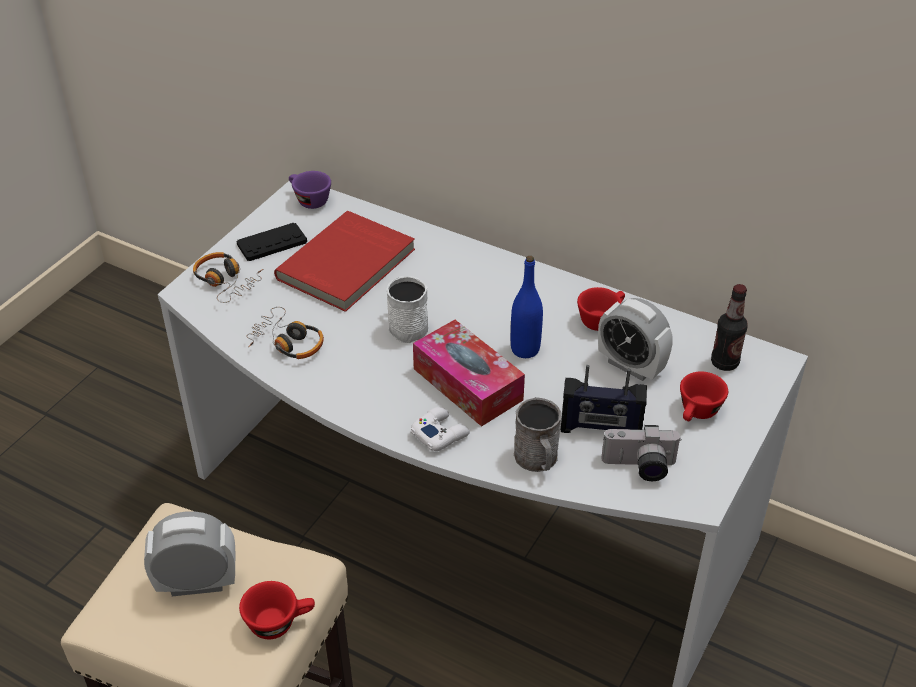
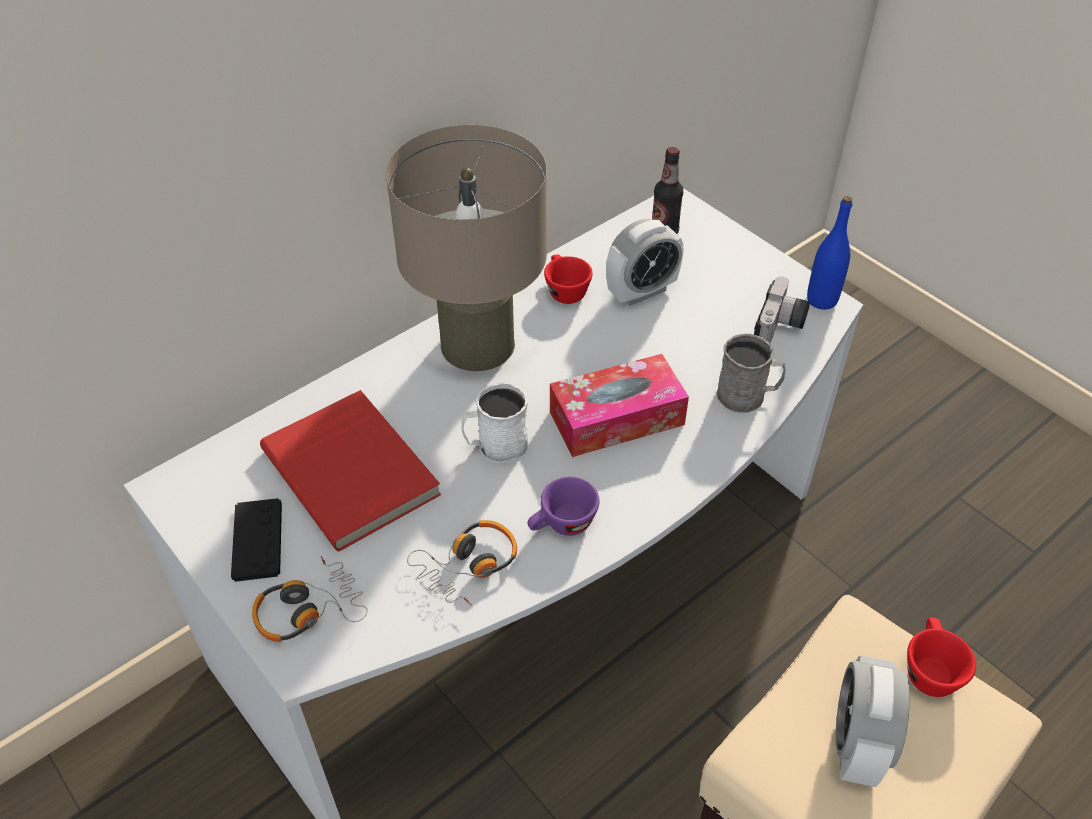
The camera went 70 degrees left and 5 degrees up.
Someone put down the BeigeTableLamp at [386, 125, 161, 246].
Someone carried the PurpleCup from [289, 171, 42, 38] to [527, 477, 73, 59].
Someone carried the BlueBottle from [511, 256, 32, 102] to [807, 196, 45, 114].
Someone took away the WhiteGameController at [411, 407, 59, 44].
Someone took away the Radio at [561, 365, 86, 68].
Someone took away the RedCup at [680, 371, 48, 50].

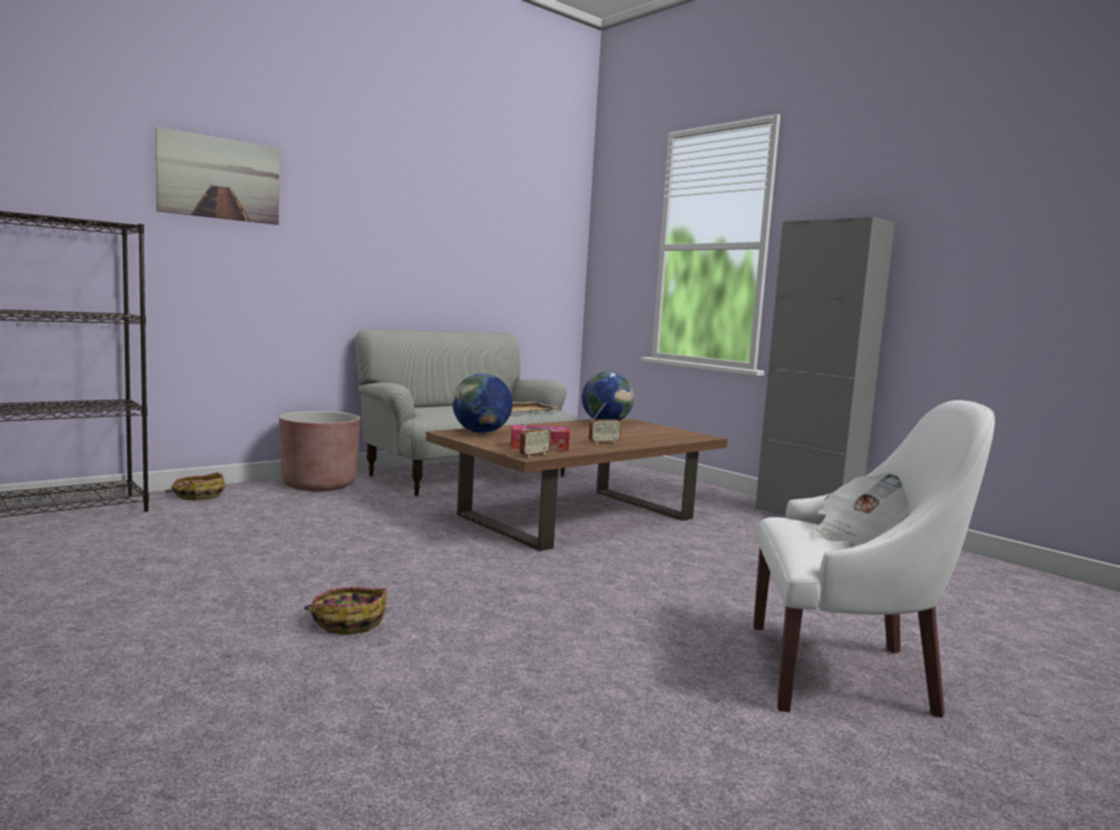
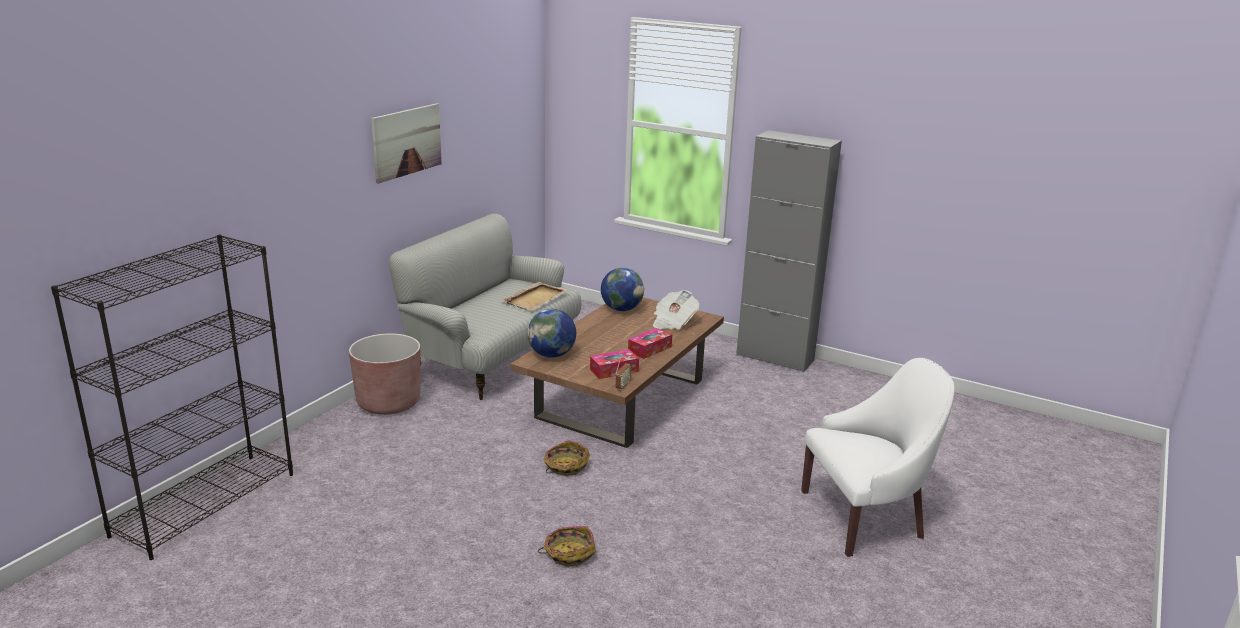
The camera went 20 degrees left and 15 degrees up.
Someone carried the Picture from [155, 127, 124, 98] to [371, 103, 71, 81].
Someone carried the Basket from [165, 472, 60, 28] to [544, 440, 46, 36].
Someone swapped the Radio at [589, 402, 33, 42] for the TissueBox at [628, 328, 44, 31].
Someone carried the Newspaper from [813, 473, 96, 71] to [653, 290, 46, 40].

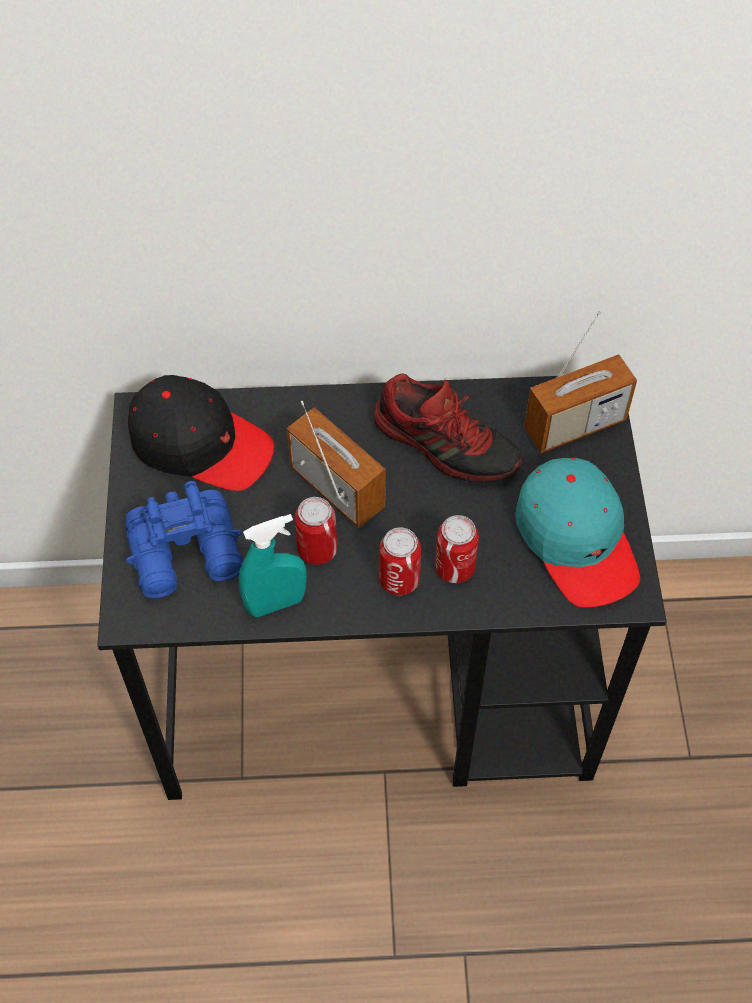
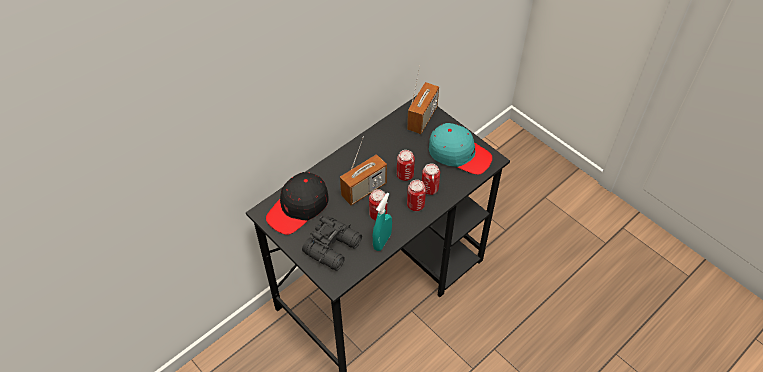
The camera went 40 degrees left and 5 degrees down.
Someone rotated the BlackCap at [128, 375, 146, 116] by 150 degrees clockwise.
Someone repainted the BlueBinoculars at [125, 481, 118, 117], which became the BlackBinoculars at [302, 216, 60, 55].
Someone rotated the Radio at [287, 401, 99, 127] by 135 degrees clockwise.
Someone put down the Can at [397, 150, 18, 31].
Someone took away the Shoe at [373, 373, 150, 109].

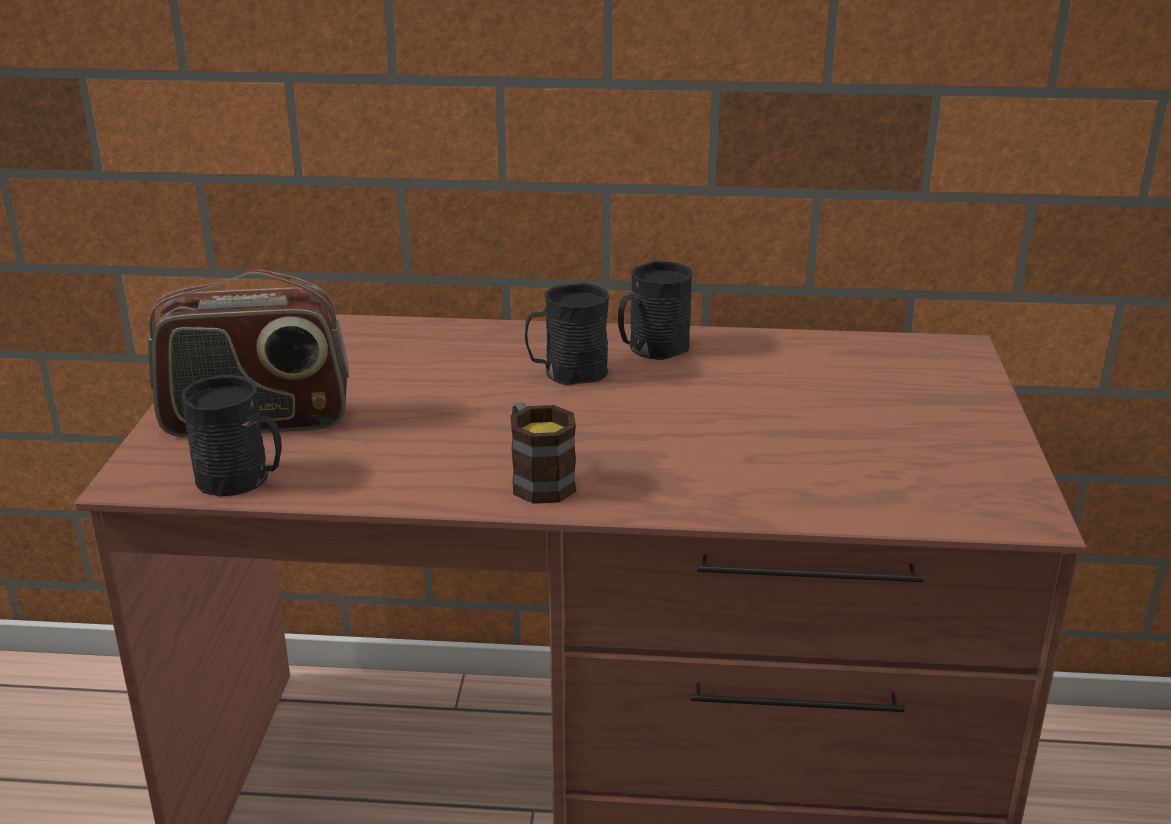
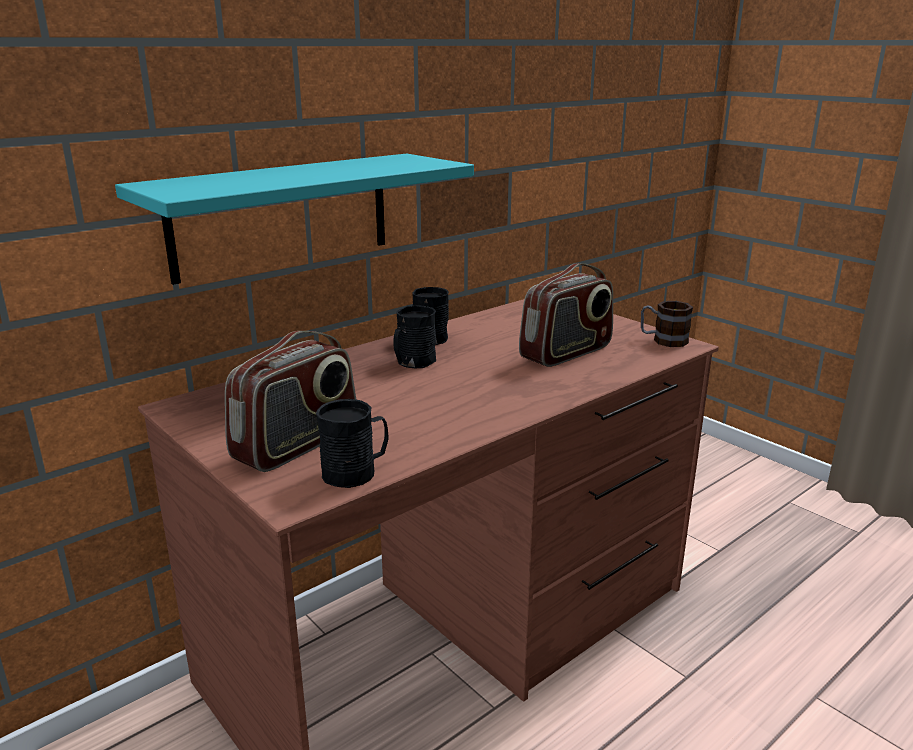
The camera went 45 degrees left and 5 degrees down.
Someone put up the TurquoiseShelf at [115, 153, 359, 132].
Someone put down the Radio at [519, 263, 94, 104].
Someone carried the Mug from [510, 402, 66, 102] to [641, 301, 52, 46].

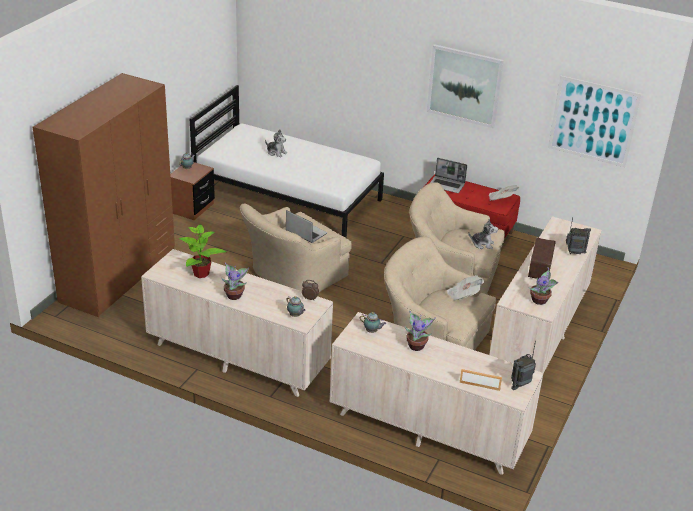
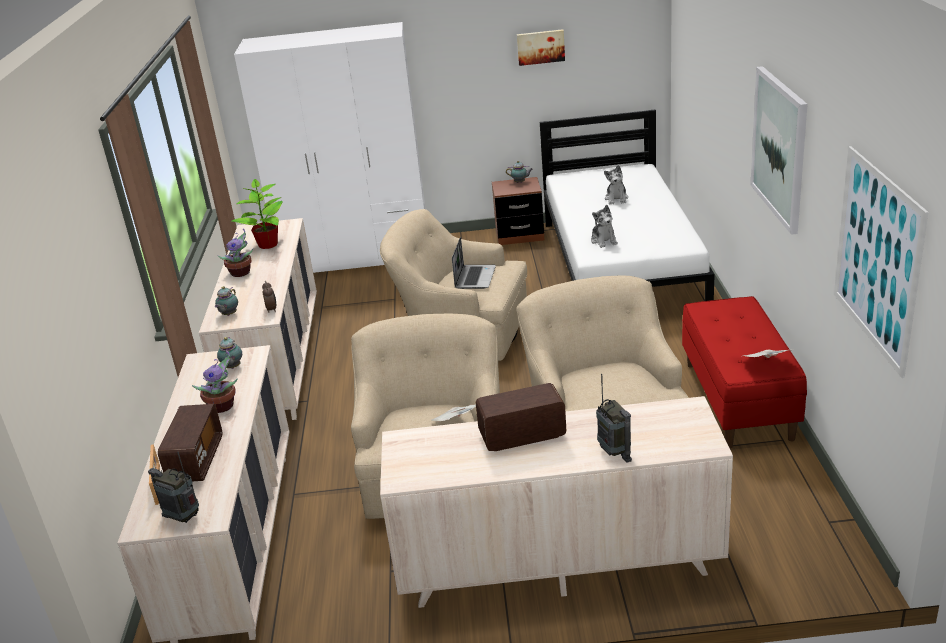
The camera went 65 degrees right and 5 degrees down.
Someone put down the Radio at [158, 404, 64, 77].
Someone repainted the BrownWardrobe at [33, 73, 142, 244], which became the WhiteWardrobe at [234, 22, 192, 251].
Someone put up the Picture at [517, 29, 48, 37].
Someone carried the PlushToy from [468, 219, 30, 30] to [591, 205, 27, 43].
Someone took away the Laptop at [430, 158, 37, 35].
Someone took away the PottedPlant at [529, 267, 29, 38].

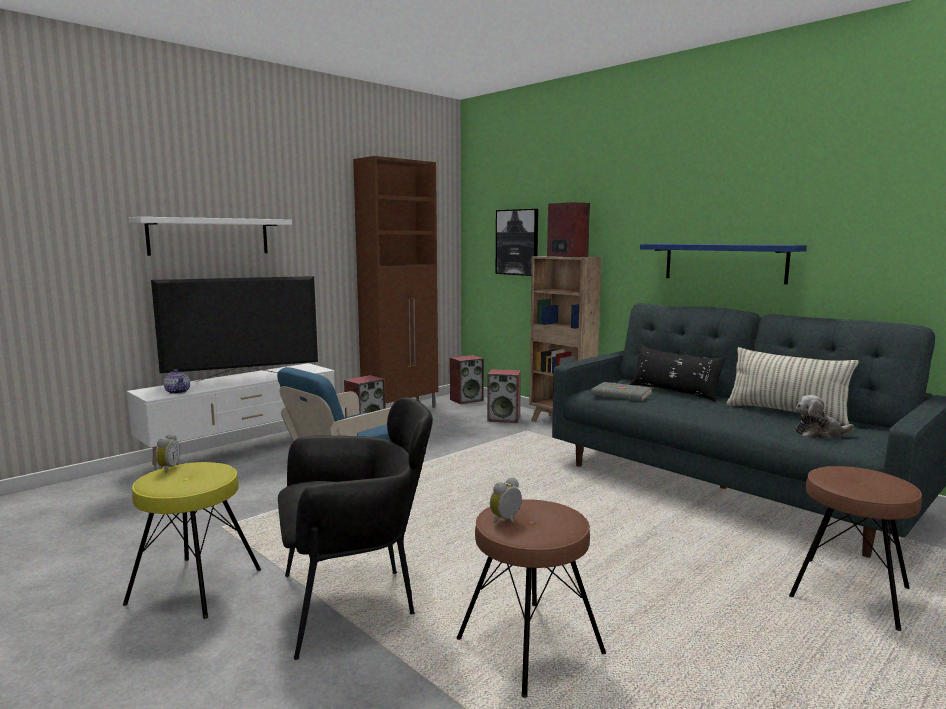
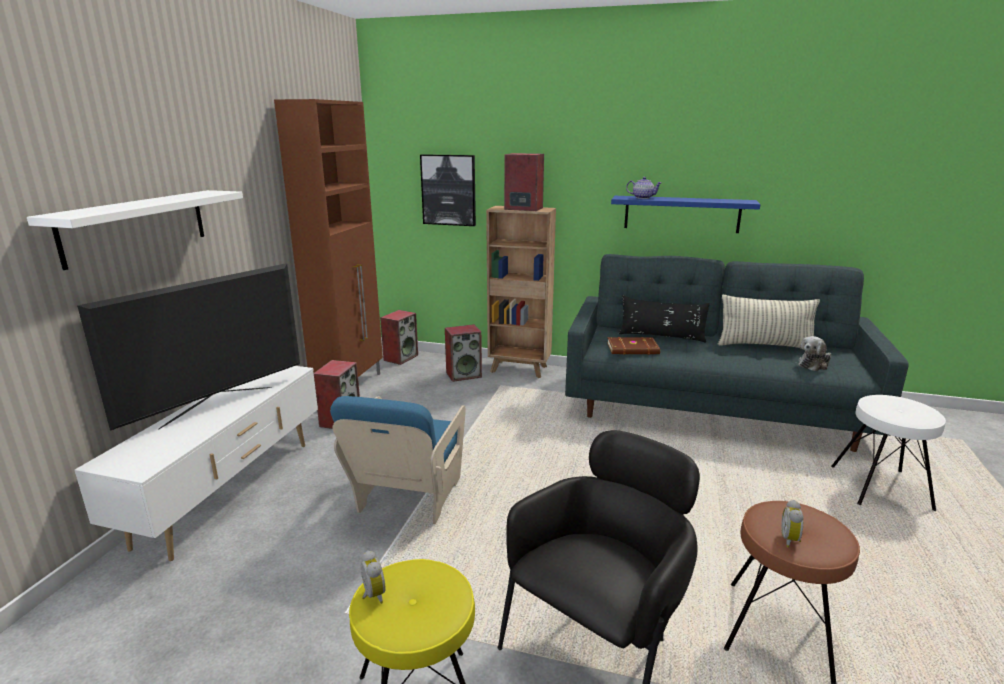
The camera went 30 degrees left and 10 degrees up.
Someone repainted the GreyBook at [591, 382, 61, 19], which became the BrownBook at [607, 337, 53, 18].
Someone carried the Teapot from [164, 369, 26, 25] to [626, 177, 36, 22].
Someone repainted the BrownStool at [789, 466, 133, 165], which became the WhiteStool at [831, 395, 115, 116].

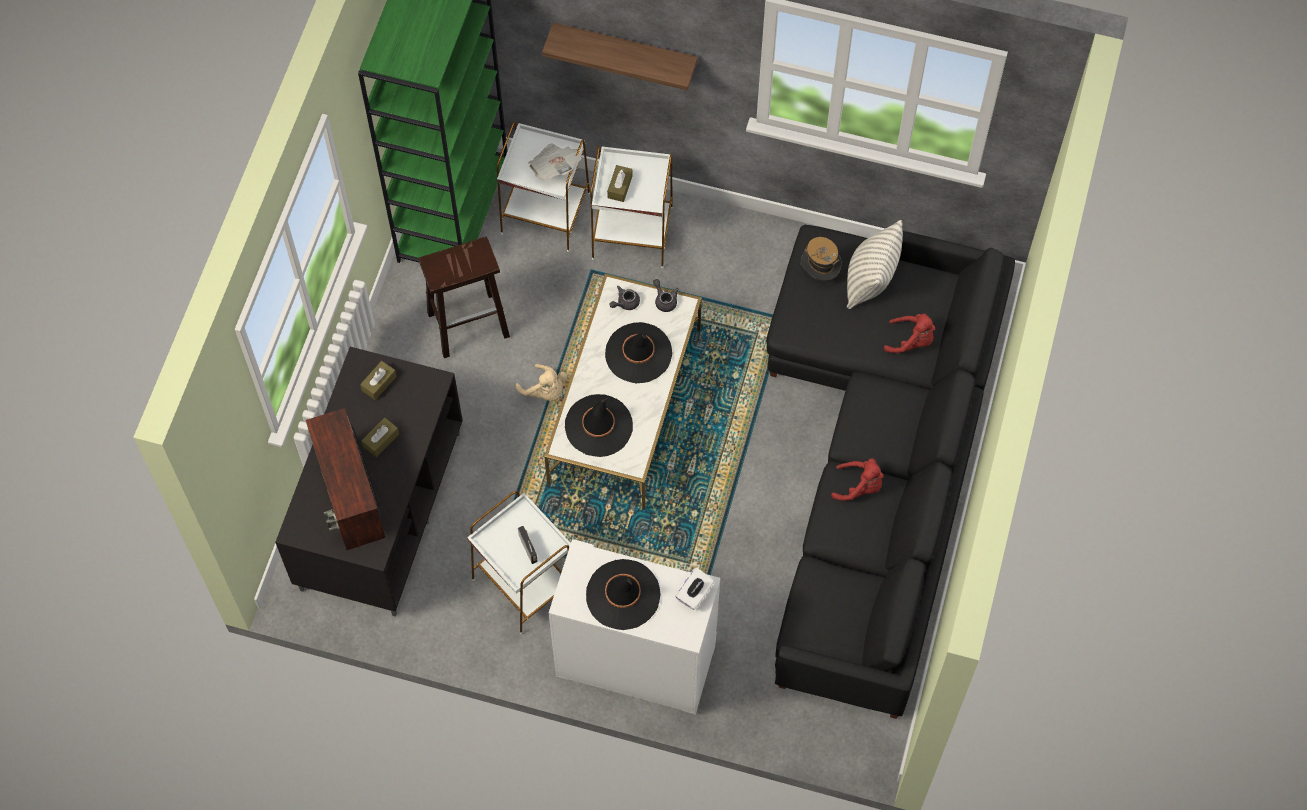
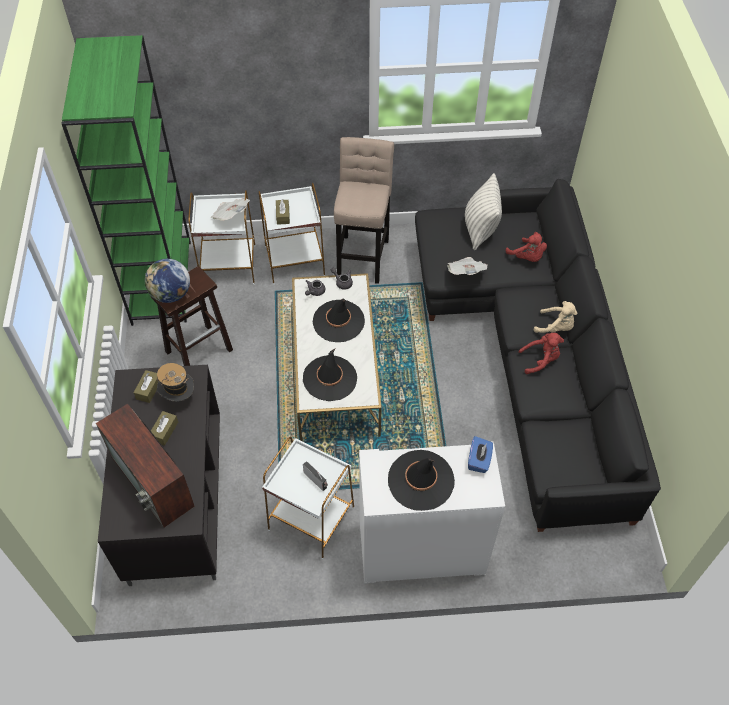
The camera went 20 degrees left and 10 degrees down.
Someone put down the Globe at [145, 259, 45, 44].
Someone carried the Hat from [800, 237, 42, 44] to [157, 363, 37, 39].
Someone put down the BeigeStool at [334, 137, 60, 147].
Someone put down the Newspaper at [447, 257, 41, 18].
Someone repainted the WhiteTissueBox at [675, 567, 39, 43], which became the BlueTissueBox at [468, 436, 25, 37].
Someone rotated the RedPlushToy at [884, 314, 52, 39] by 60 degrees clockwise.
Someone carried the BeigePlushToy from [515, 364, 52, 37] to [534, 301, 43, 32].
Someone took away the Shelf at [542, 23, 156, 67].

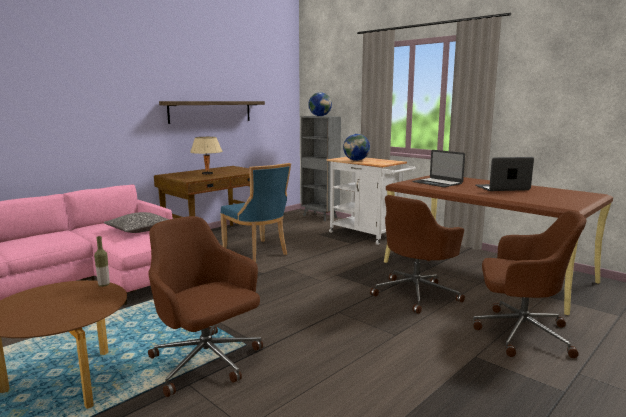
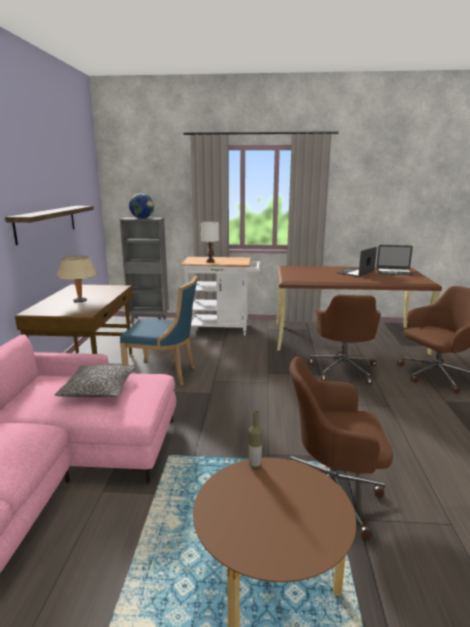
The camera went 40 degrees left and 5 degrees up.
Someone swapped the Globe at [343, 134, 27, 27] for the WhiteTableLamp at [201, 222, 18, 41].
Someone carried the Laptop from [412, 150, 53, 37] to [376, 245, 38, 31].

